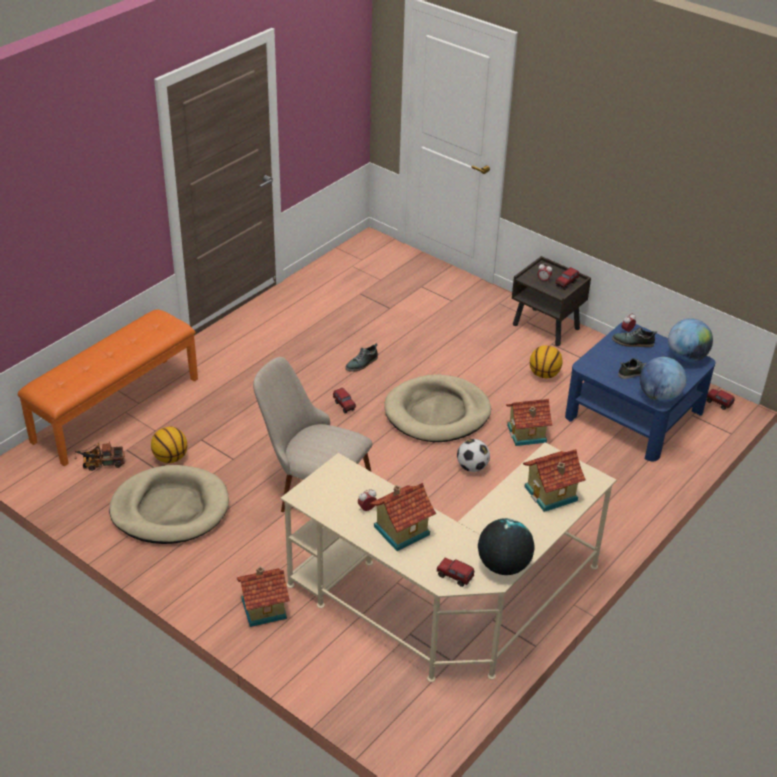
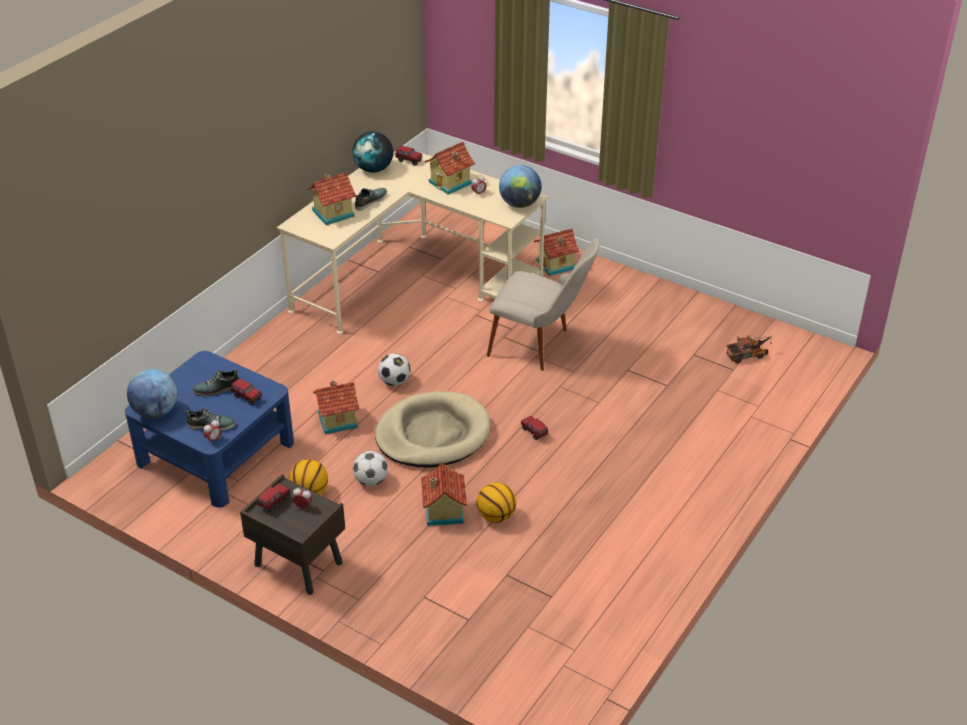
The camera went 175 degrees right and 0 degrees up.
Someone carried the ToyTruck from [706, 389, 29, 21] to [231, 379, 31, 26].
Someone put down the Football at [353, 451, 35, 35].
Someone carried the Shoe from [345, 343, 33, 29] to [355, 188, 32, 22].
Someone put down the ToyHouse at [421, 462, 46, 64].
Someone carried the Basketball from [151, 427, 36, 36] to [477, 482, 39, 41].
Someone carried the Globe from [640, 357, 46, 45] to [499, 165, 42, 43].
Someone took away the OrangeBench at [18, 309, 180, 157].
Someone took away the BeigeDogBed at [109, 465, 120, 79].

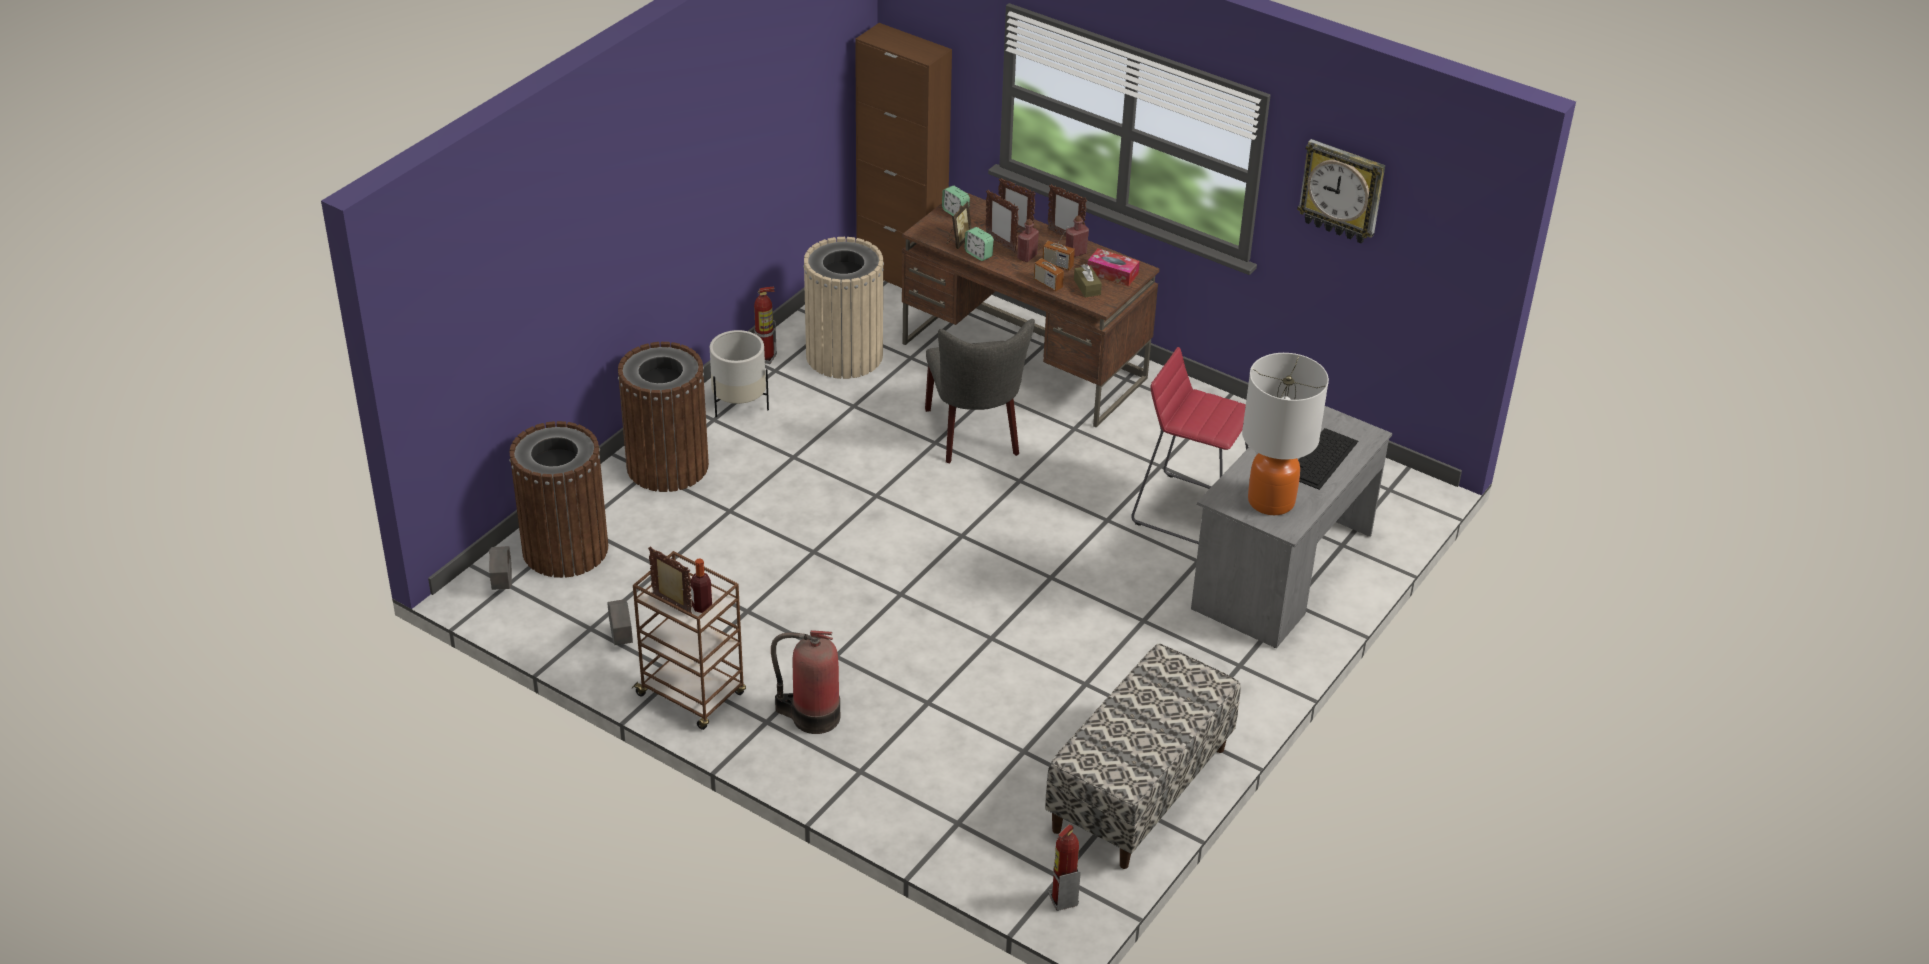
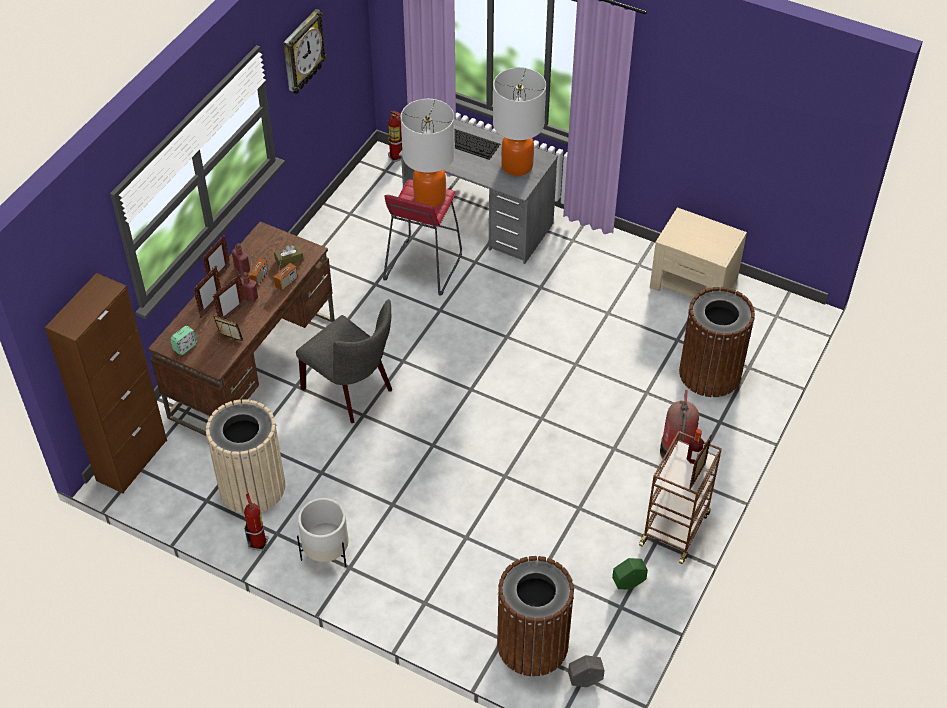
The camera went 95 degrees left and 10 degrees up.
Someone rotated the GreyChair at [925, 319, 110, 145] by 60 degrees clockwise.
Someone carried the FireExtinguisher from [1048, 825, 33, 86] to [388, 111, 14, 52].
Someone put down the TableLamp at [401, 99, 54, 108].
Someone repainted the GreyPlanter at [607, 599, 26, 46], which became the GreenPlanter at [612, 558, 36, 32].
Someone swapped the Bench at [1045, 643, 196, 226] for the BeigeNightstand at [650, 207, 97, 91].
Someone carried the BrownTrashCan from [618, 342, 91, 150] to [679, 287, 76, 110].
Someone took away the AlarmClock at [964, 227, 30, 34].
Someone took away the TissueBox at [1088, 248, 52, 38].

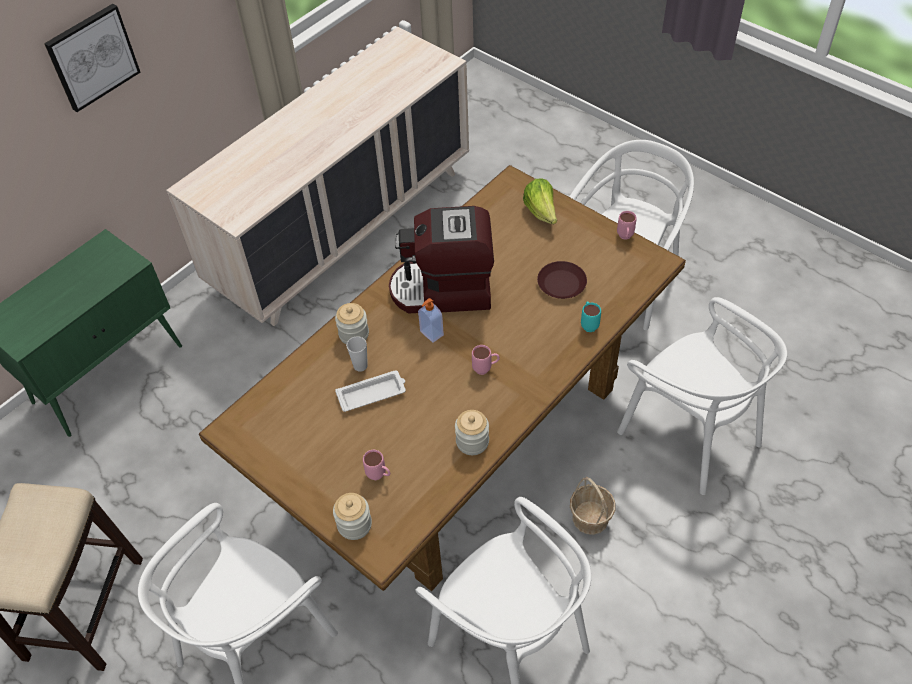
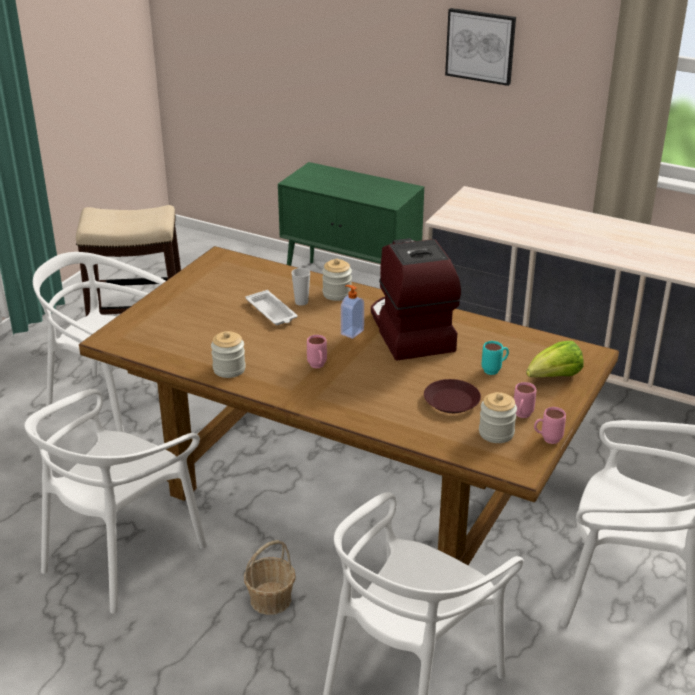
The camera went 75 degrees right and 20 degrees down.
Someone carried the Jar from [333, 493, 39, 47] to [479, 392, 38, 51].
Someone carried the TurquoiseMug from [581, 301, 20, 31] to [482, 341, 27, 34].
Someone carried the PinkMug from [363, 450, 27, 30] to [514, 382, 22, 36].

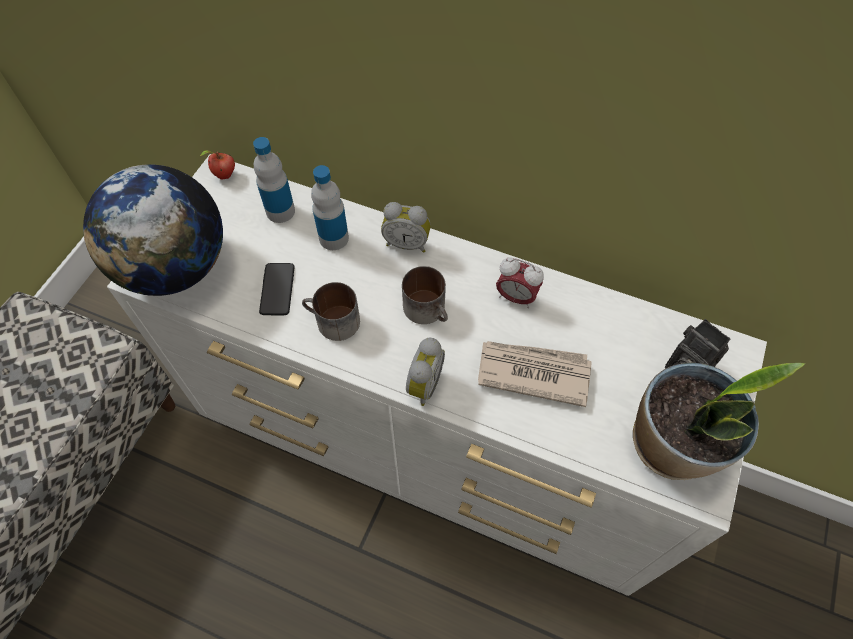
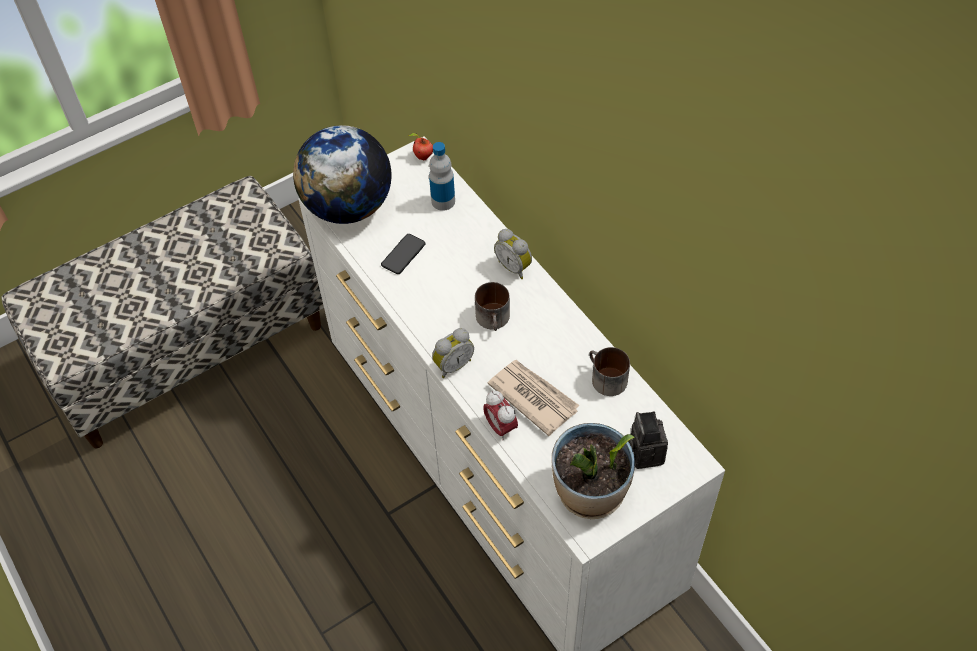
The camera went 35 degrees right and 5 degrees down.
Someone carried the AlarmClock from [496, 257, 48, 51] to [483, 391, 35, 49].
Someone carried the Mug from [302, 282, 58, 59] to [589, 347, 41, 49].
Someone took away the Bottle at [311, 165, 38, 85].

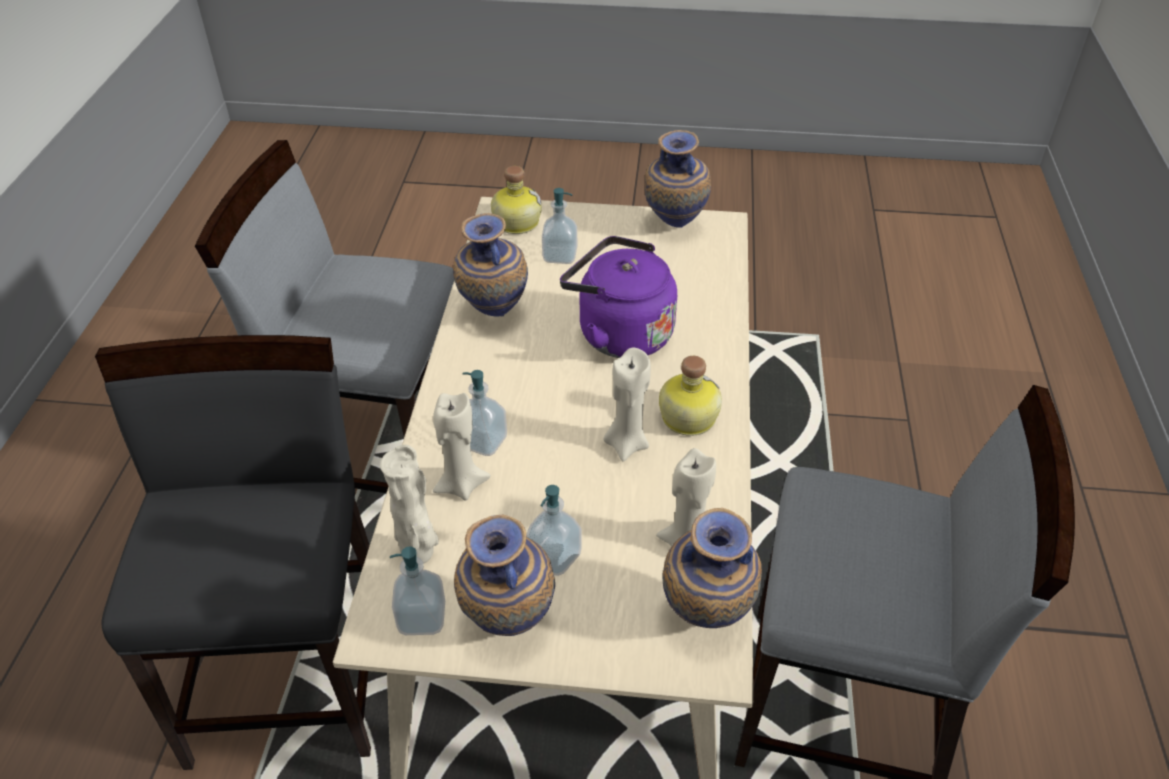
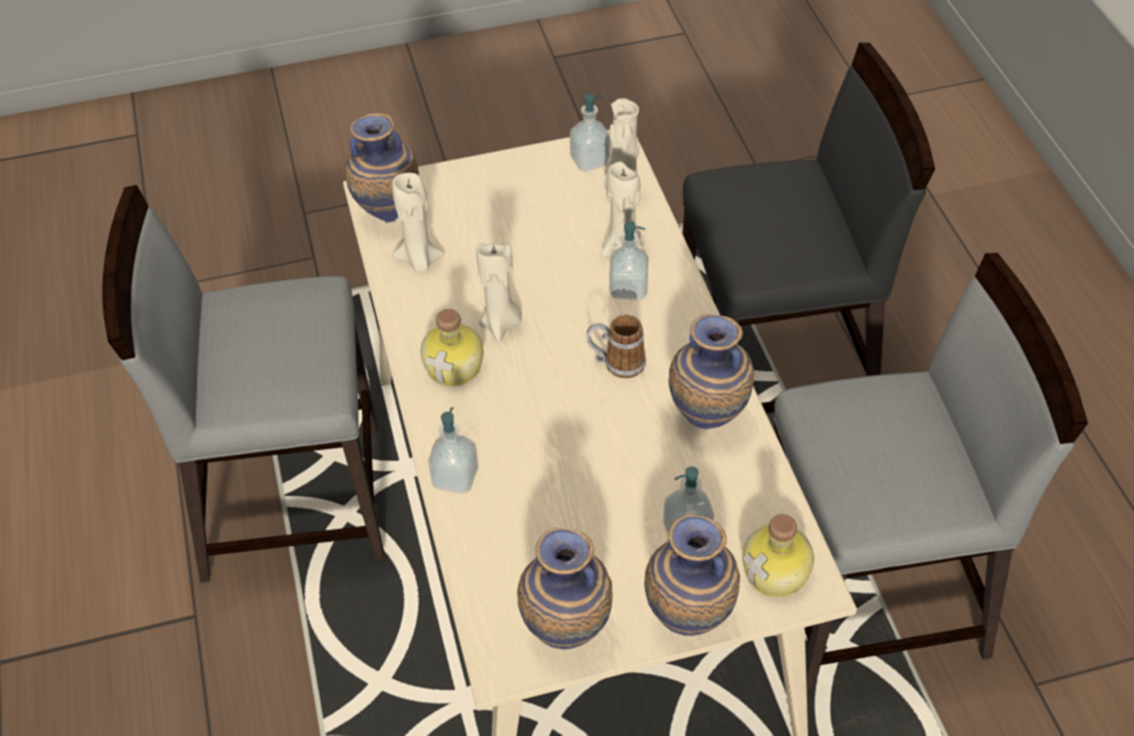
The camera went 160 degrees right and 5 degrees up.
Someone carried the SoapDispenser from [526, 485, 56, 91] to [428, 407, 50, 87].
Someone put down the Mug at [586, 315, 60, 63].
Someone carried the Vase from [454, 515, 101, 121] to [644, 514, 96, 122].
Someone rotated the BlackChair at [95, 335, 276, 435] by 75 degrees counterclockwise.
Someone took away the PurpleKettle at [560, 236, 117, 122].

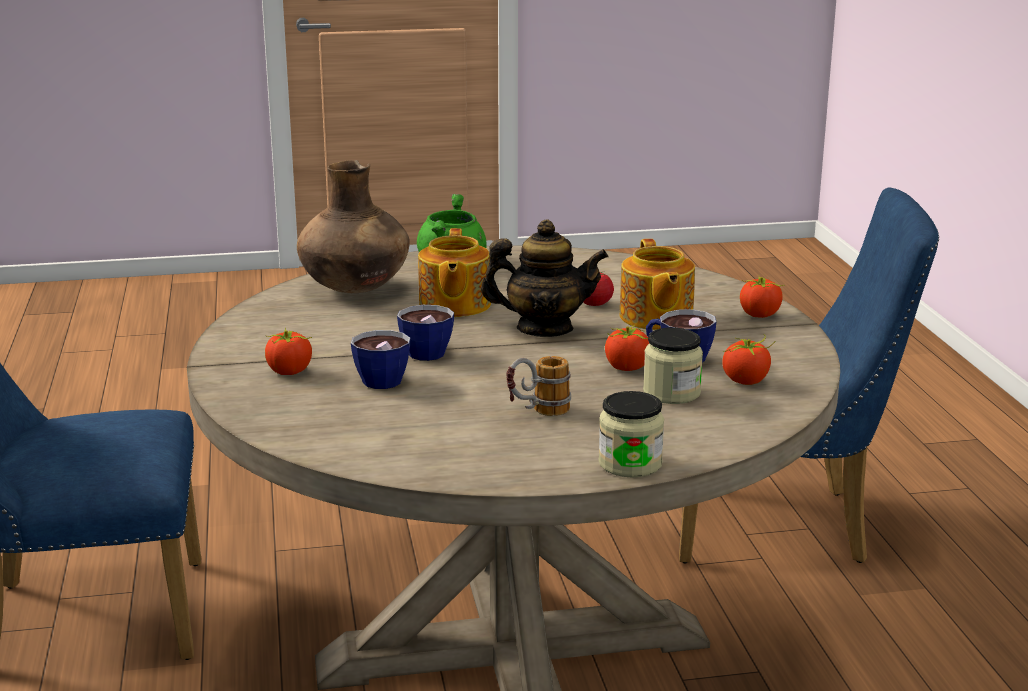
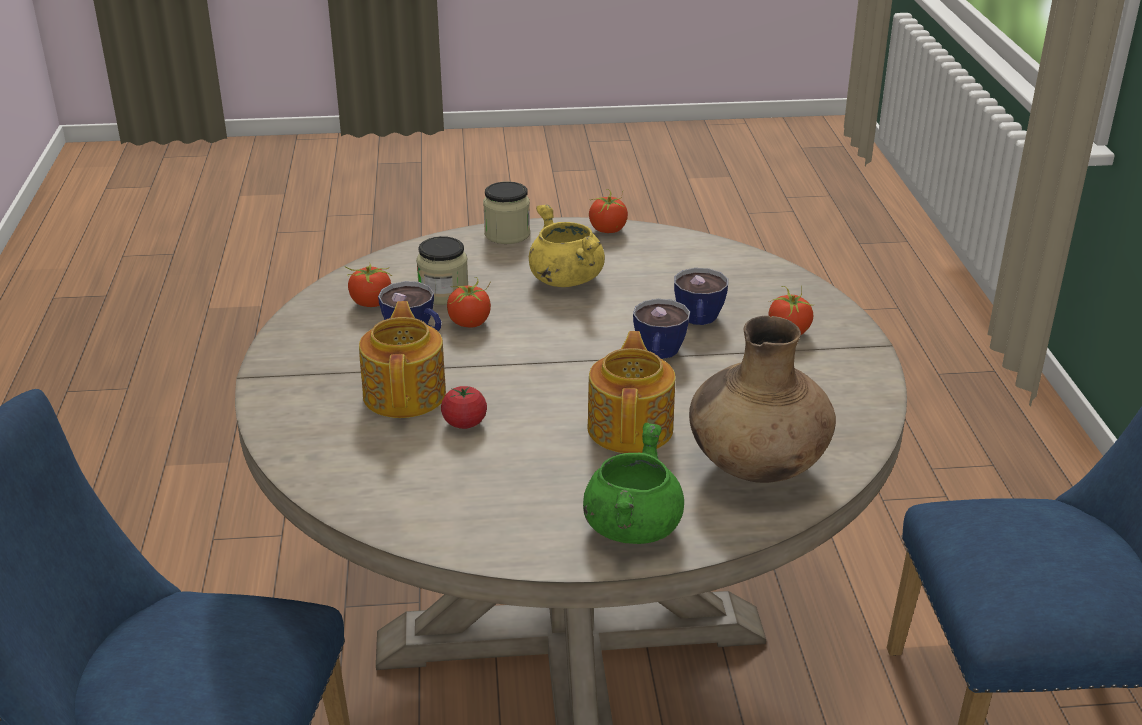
The camera went 175 degrees left and 10 degrees up.
Someone swapped the Mug at [506, 356, 65, 60] for the YellowCookingPot at [529, 205, 76, 82].
Someone carried the Tomato from [740, 277, 44, 41] to [589, 189, 39, 44].
Someone took away the Teapot at [481, 219, 127, 118].

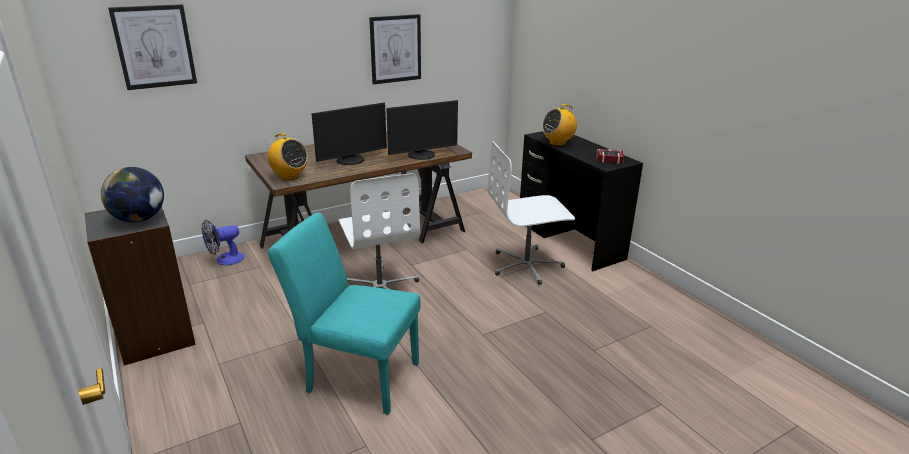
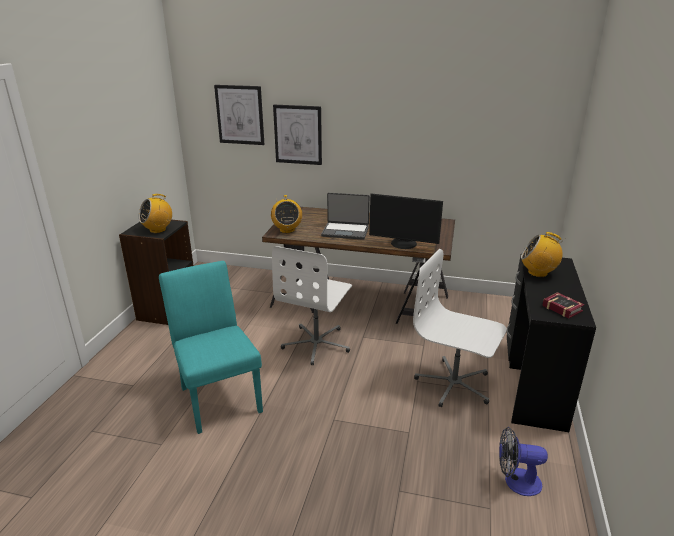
The camera went 45 degrees right and 0 degrees up.
Someone swapped the Globe at [101, 167, 63, 56] for the Radio at [139, 194, 33, 39].
Someone carried the Picture from [369, 14, 52, 71] to [273, 105, 49, 60].
Someone swapped the Monitor at [312, 102, 75, 63] for the Laptop at [321, 193, 49, 47].
Someone carried the Fan from [202, 220, 42, 45] to [499, 427, 49, 69].

